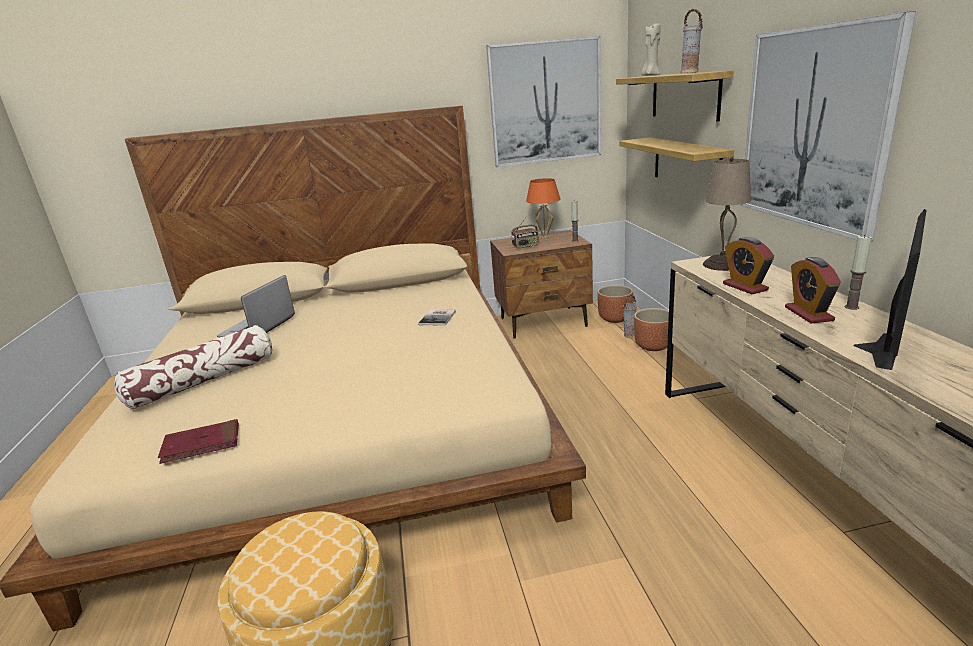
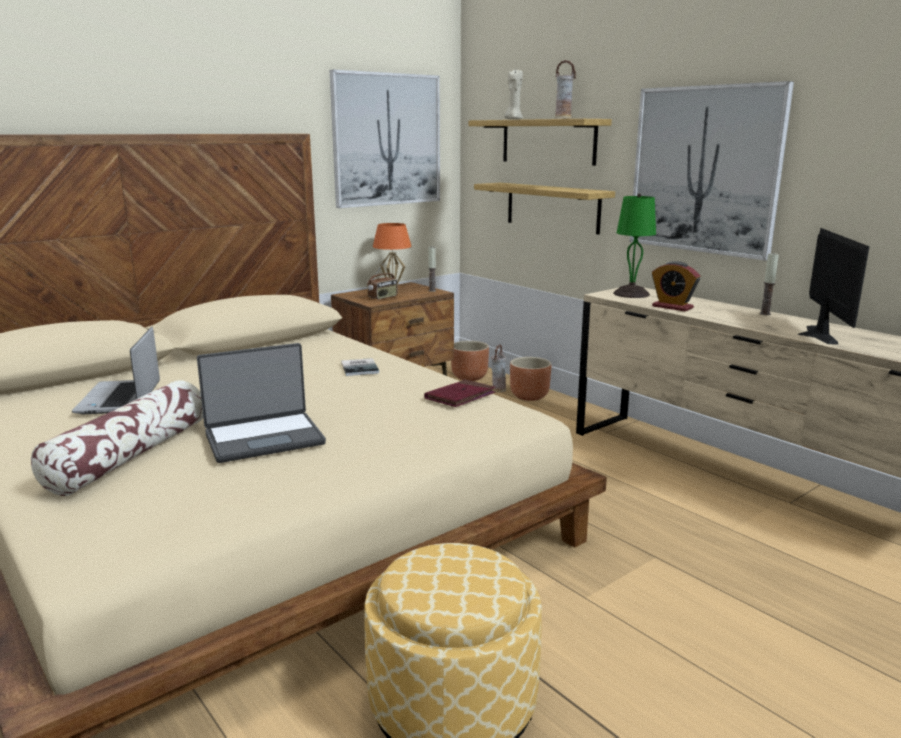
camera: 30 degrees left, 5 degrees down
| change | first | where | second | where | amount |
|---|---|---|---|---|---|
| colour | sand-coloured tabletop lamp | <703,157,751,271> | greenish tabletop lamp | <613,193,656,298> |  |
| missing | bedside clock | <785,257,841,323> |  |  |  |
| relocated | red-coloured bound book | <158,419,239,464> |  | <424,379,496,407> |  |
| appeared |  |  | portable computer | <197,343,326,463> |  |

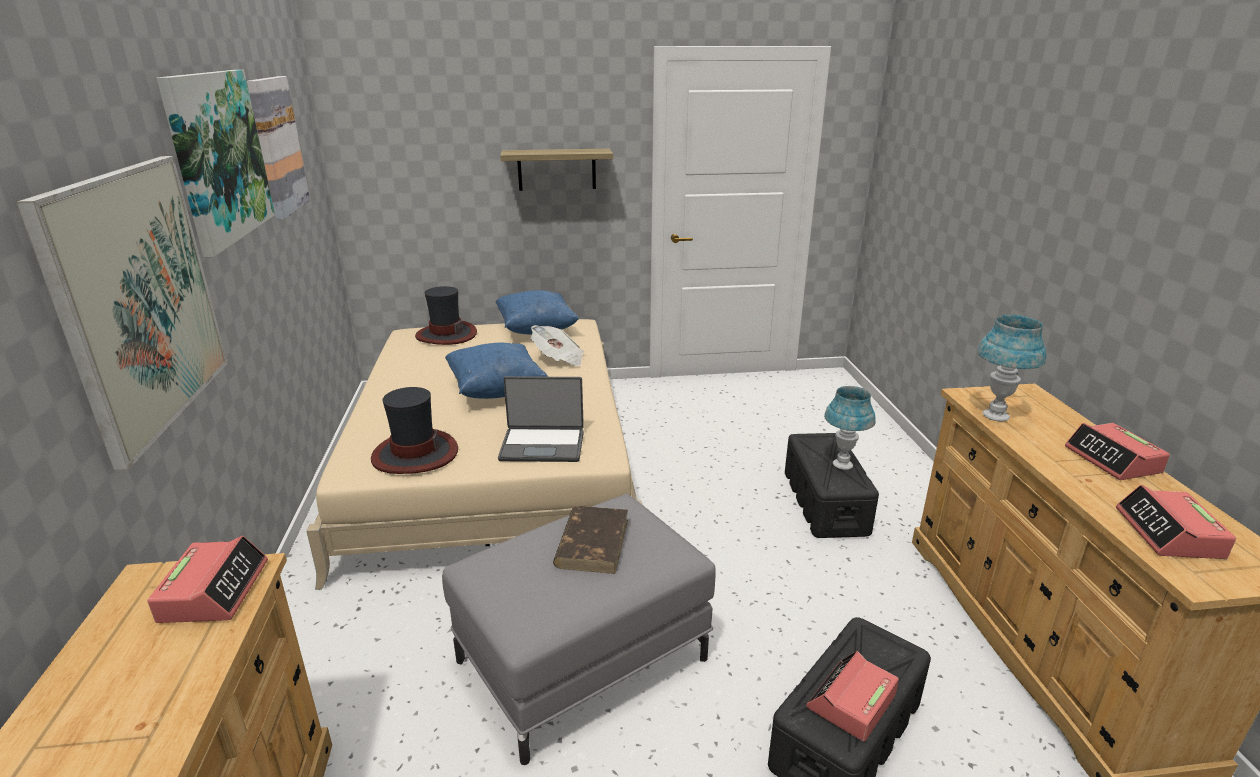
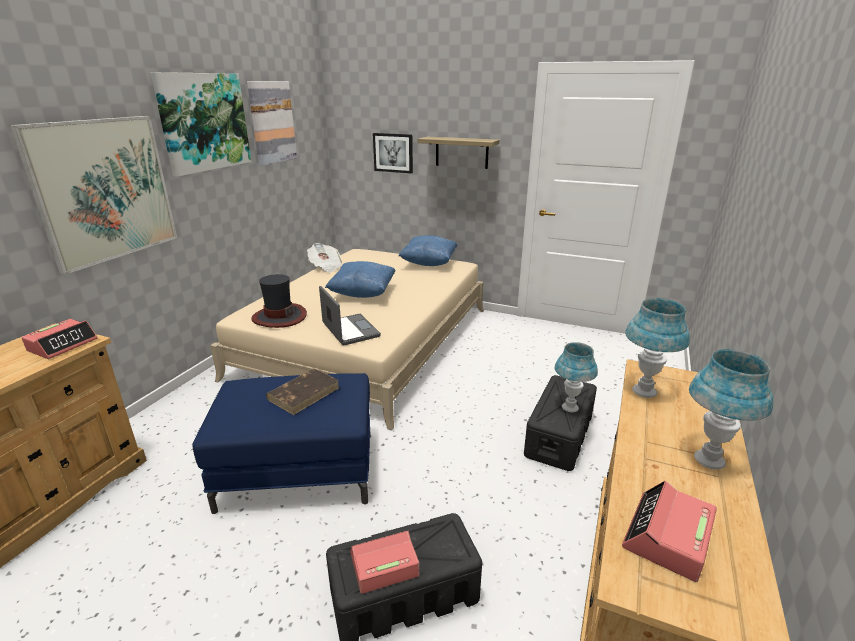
camera: 30 degrees right, 0 degrees up
| change | first | where | second | where | amount |
|---|---|---|---|---|---|
| missing | clothing hat | <415,286,477,345> |  |  |  |
| relocated | daily paper | <530,325,584,367> |  | <307,243,343,273> |  |
| spun | portable computer | <498,376,584,462> |  | <319,286,381,346> | 150 degrees counterclockwise |
| exchanged | bedside clock | <1065,423,1170,480> | blue tabletop lamp | <689,349,773,469> |  |
| colour | gray footrest | <442,494,716,765> | blue footrest | <192,373,371,514> |  |
| appeared |  |  | picture | <373,133,413,173> |  |

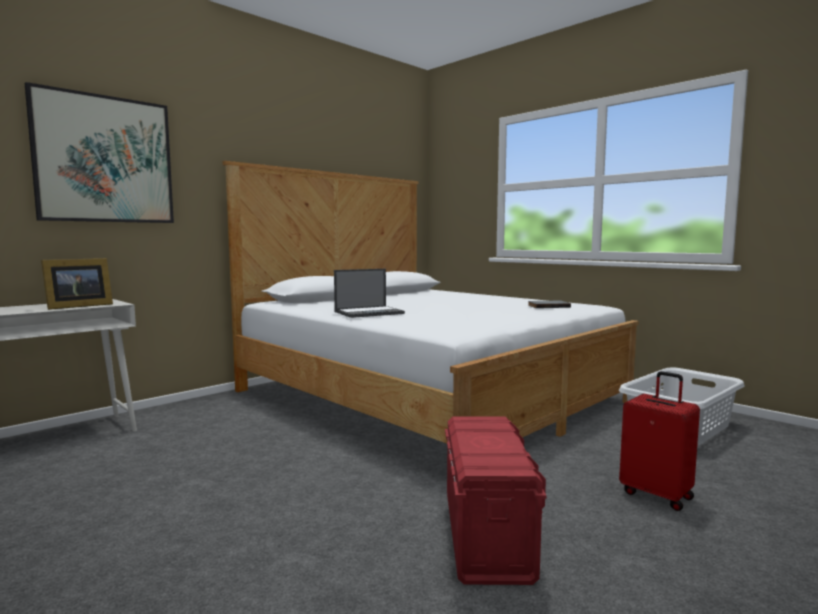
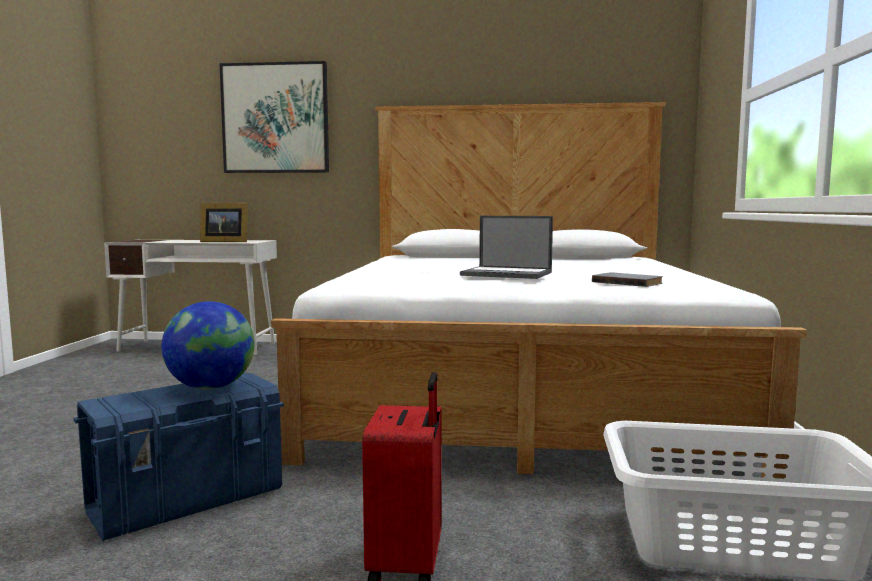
camera: 50 degrees right, 0 degrees up
| change | first | where | second | where | amount |
|---|---|---|---|---|---|
| relocated | portable computer | <334,269,405,318> |  | <460,216,553,279> |  |
| colour | red-coloured storage container | <445,416,546,585> | blue storage container | <73,372,284,541> |  |
| appeared |  |  | globe | <161,301,255,390> |  |

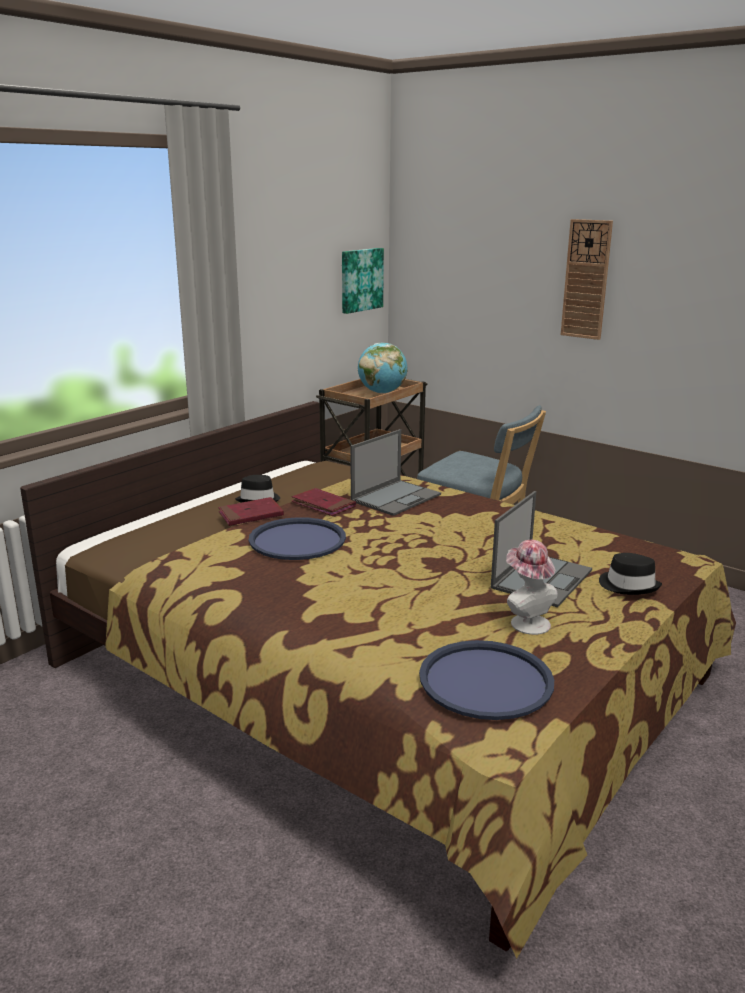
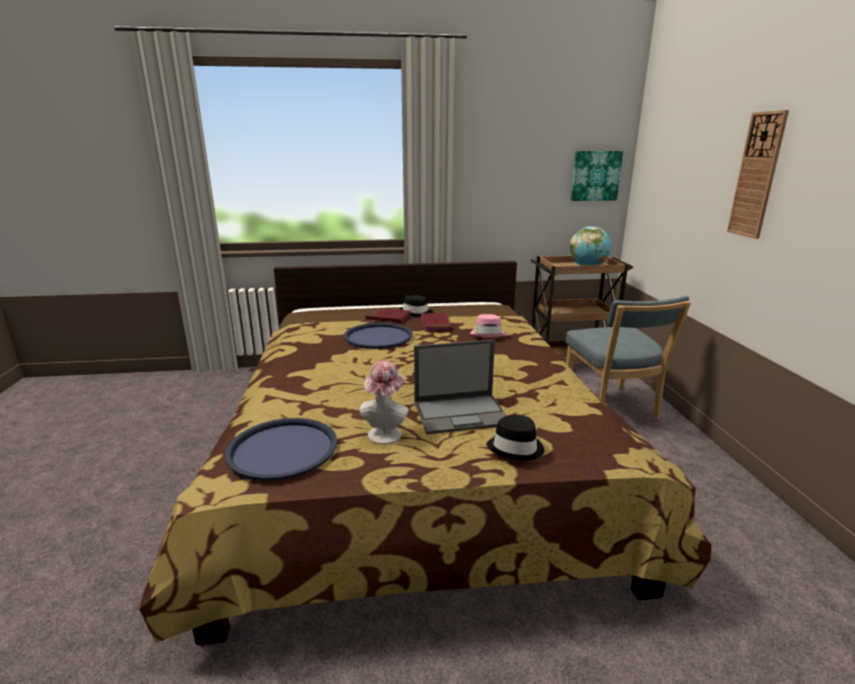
camera: 45 degrees right, 0 degrees up
| change | first | where | second | where | amount |
|---|---|---|---|---|---|
| exchanged | portable computer | <350,429,441,516> | pinkish clothing hat | <470,314,506,337> |  |

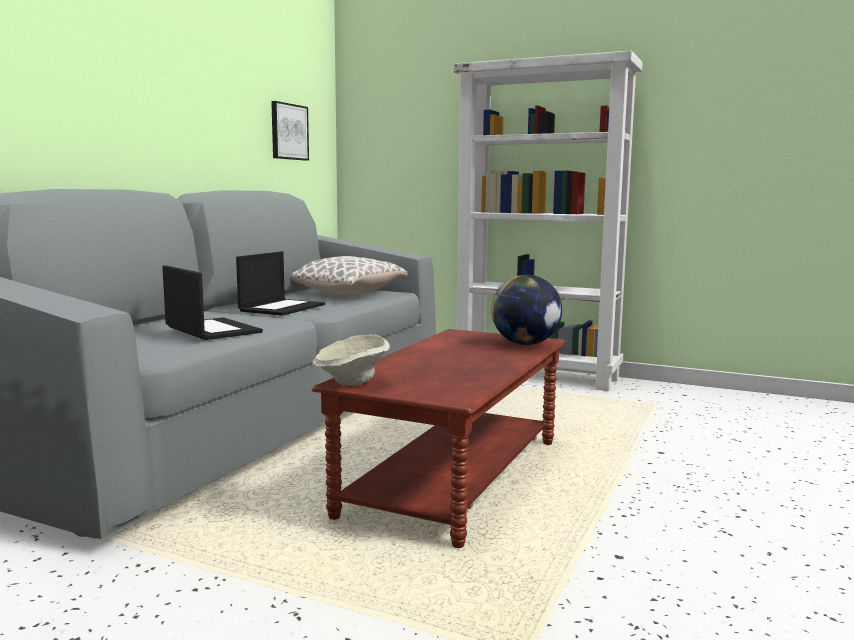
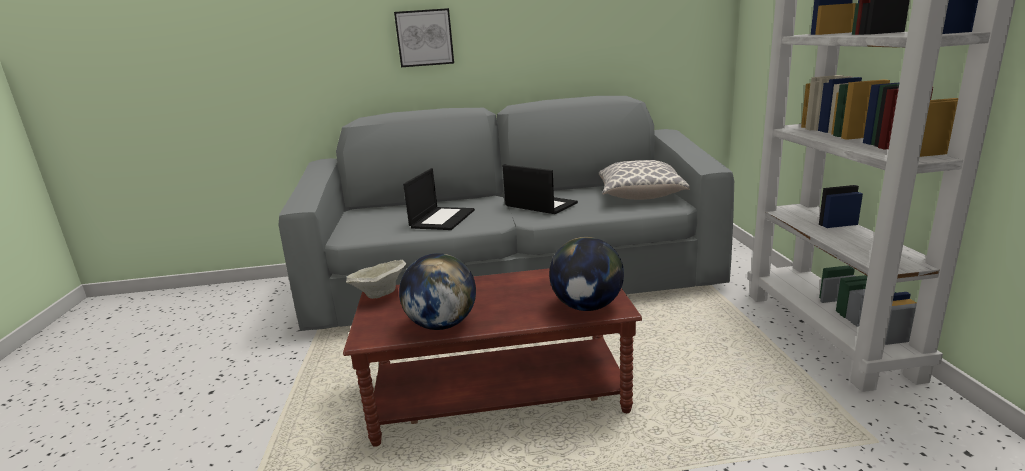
camera: 60 degrees right, 10 degrees up
| change | first | where | second | where | amount |
|---|---|---|---|---|---|
| relocated | picture | <271,101,309,161> |  | <394,8,454,67> |  |
| spun | portable computer | <236,251,325,316> |  | <503,165,578,214> | 135 degrees counterclockwise |
| appeared |  |  | globe | <399,253,476,330> |  |

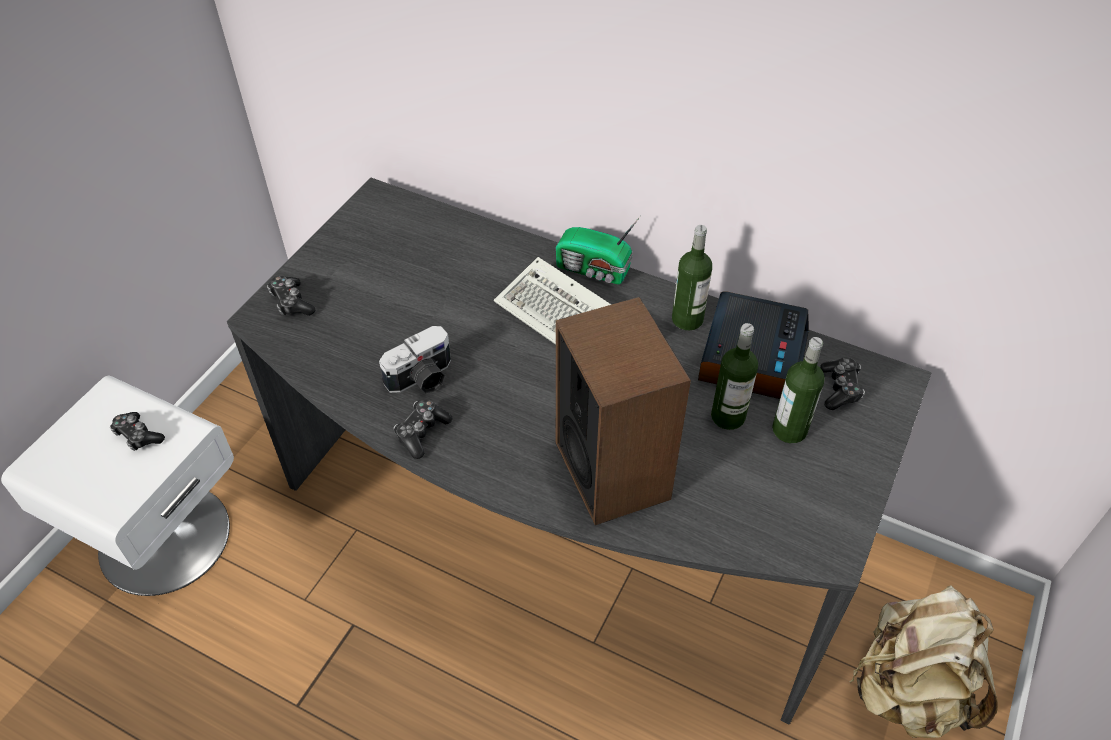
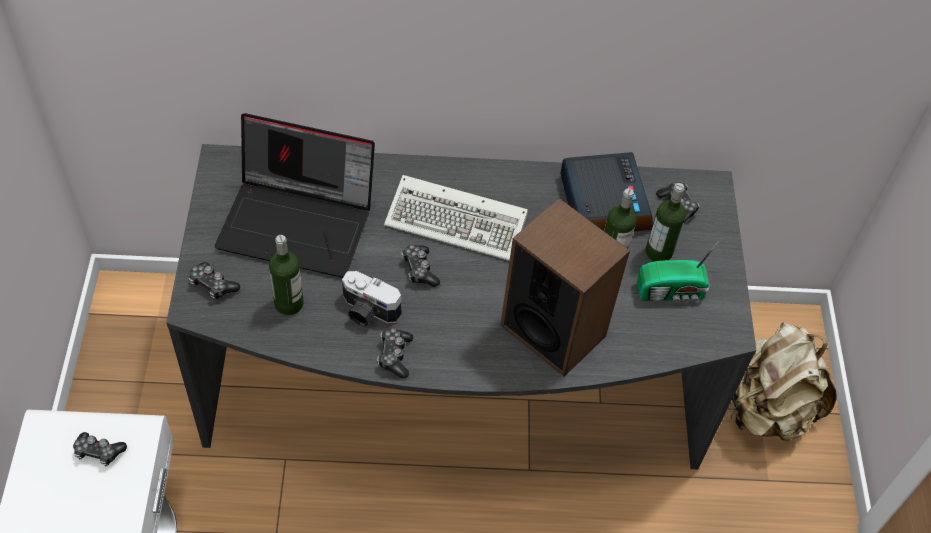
camera: 30 degrees left, 5 degrees up
| change | first | where | second | where | amount |
|---|---|---|---|---|---|
| relocated | radio set | <556,217,640,284> |  | <637,241,719,303> |  |
| relocated | bottle | <672,225,712,330> |  | <269,235,304,315> |  |
| spun | photo camera | <379,326,451,393> |  | <342,271,401,327> | 90 degrees clockwise |
| appeared |  |  | portable computer | <215,113,375,278> |  |
| appeared |  |  | game controller | <401,244,440,287> |  |

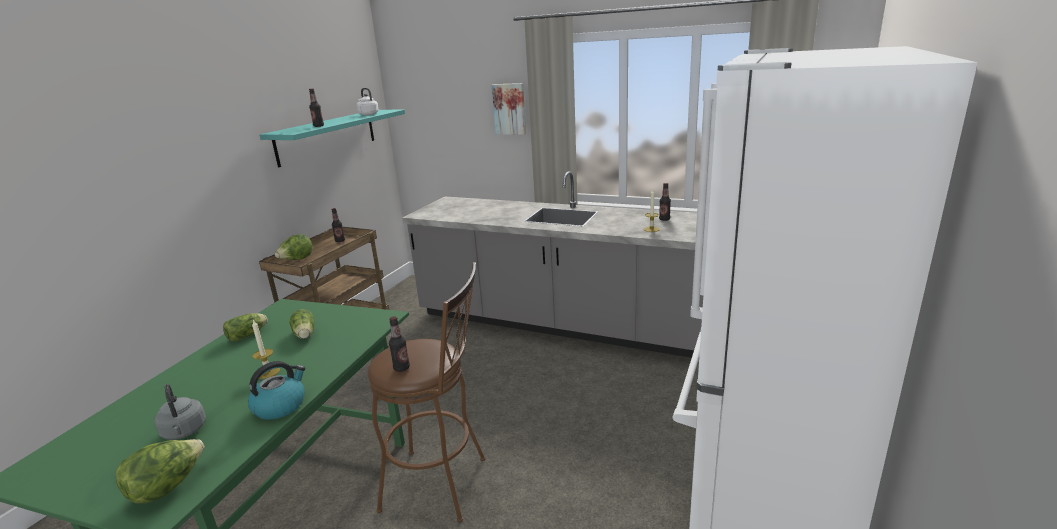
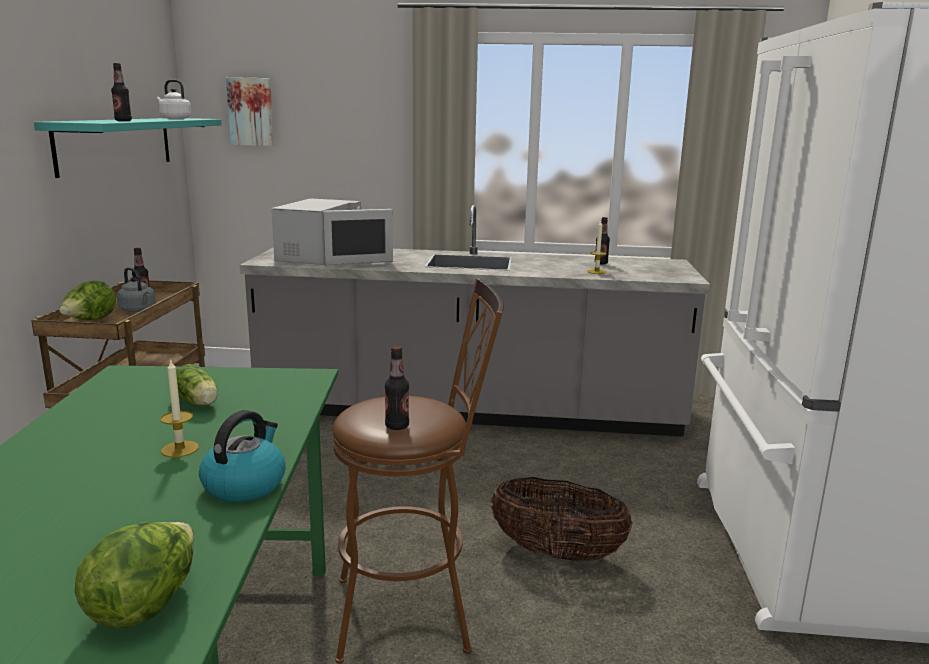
camera: 20 degrees left, 5 degrees down
| change | first | where | second | where | amount |
|---|---|---|---|---|---|
| relocated | picture | <492,83,526,135> |  | <226,77,274,146> |  |
| missing | lettuce head | <223,313,268,341> |  |  |  |
| relocated | gray tea kettle | <154,384,206,440> |  | <117,267,156,312> |  |
| appeared |  |  | white-coloured microwave oven | <271,198,393,265> |  |
| appeared |  |  | basket | <491,477,633,561> |  |

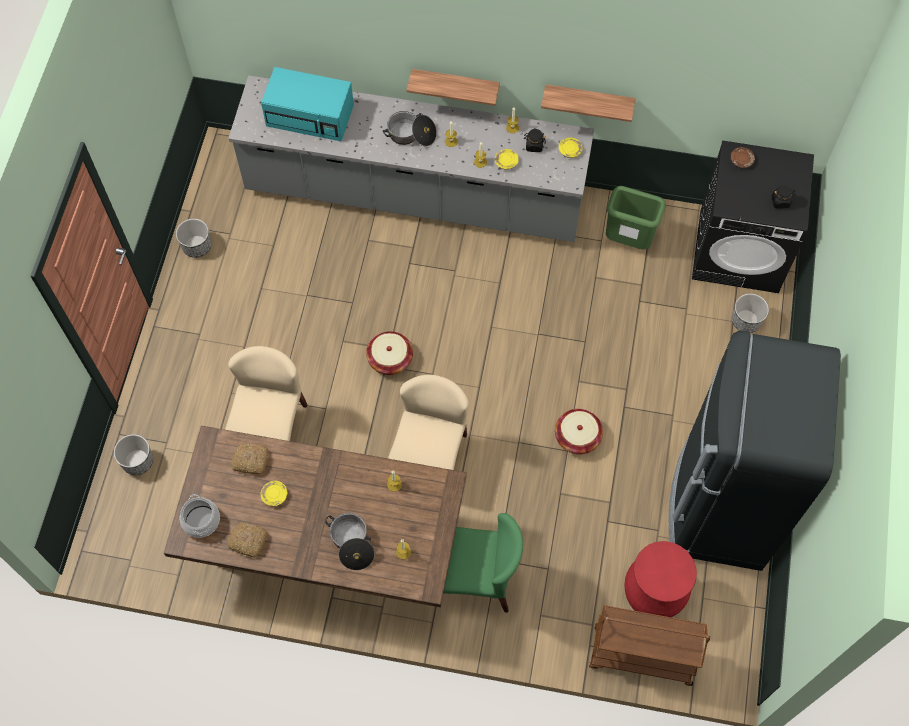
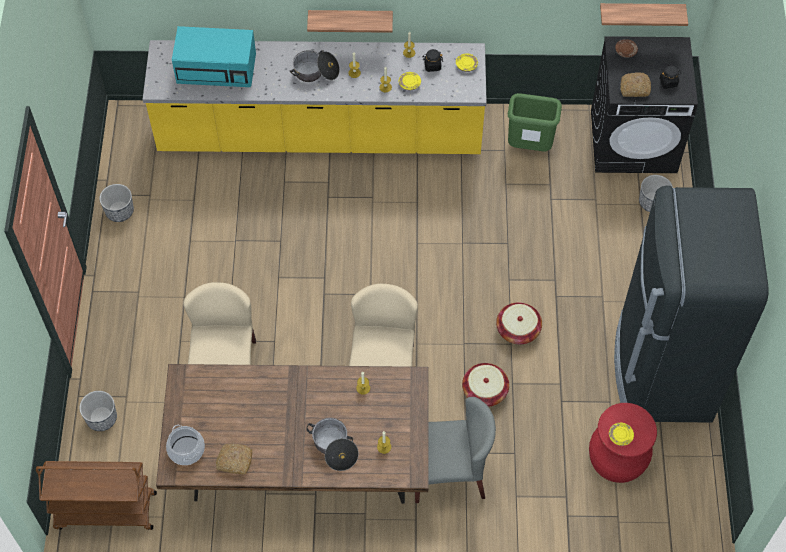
camera: 10 degrees left, 5 degrees down
| change | first | where | second | where | amount |
|---|---|---|---|---|---|
| colour | gray kitchen base unit | <228,75,594,242> | yellow kitchen base unit | <143,40,487,154> |  |
| relocated | wall shelf | <541,84,635,122> |  | <600,3,688,26> |  |
| relocated | basket | <366,331,413,375> |  | <462,363,509,407> |  |
| relocated | bread | <231,443,268,475> |  | <620,72,651,97> |  |
| relocated | yellow flat dish | <261,481,287,506> |  | <609,423,634,446> |  |
| colour | greenish plain chair | <444,513,523,613> | gray plain chair | <415,397,496,503> |  |
| relocated | brownish cart | <589,605,710,686> |  | <36,461,157,530> |  |

